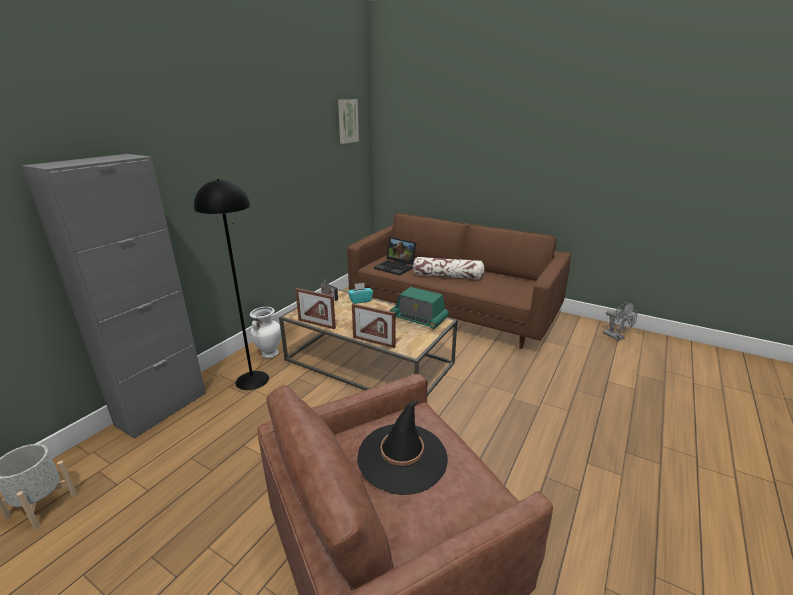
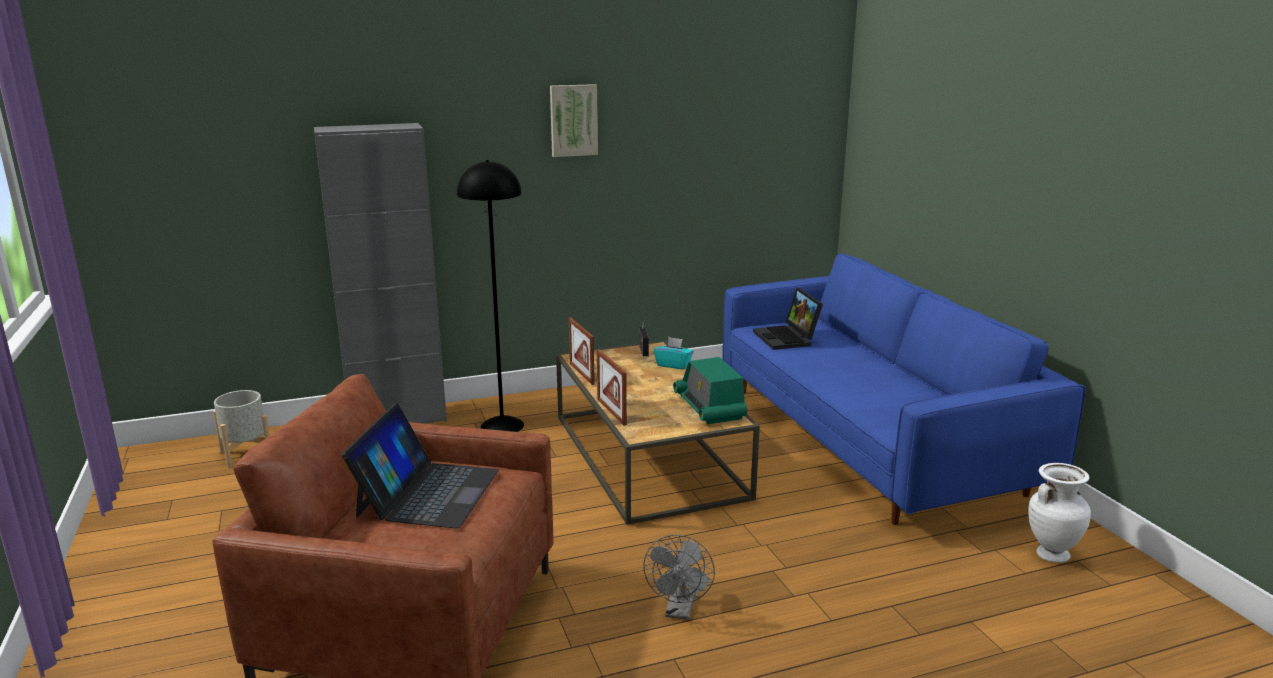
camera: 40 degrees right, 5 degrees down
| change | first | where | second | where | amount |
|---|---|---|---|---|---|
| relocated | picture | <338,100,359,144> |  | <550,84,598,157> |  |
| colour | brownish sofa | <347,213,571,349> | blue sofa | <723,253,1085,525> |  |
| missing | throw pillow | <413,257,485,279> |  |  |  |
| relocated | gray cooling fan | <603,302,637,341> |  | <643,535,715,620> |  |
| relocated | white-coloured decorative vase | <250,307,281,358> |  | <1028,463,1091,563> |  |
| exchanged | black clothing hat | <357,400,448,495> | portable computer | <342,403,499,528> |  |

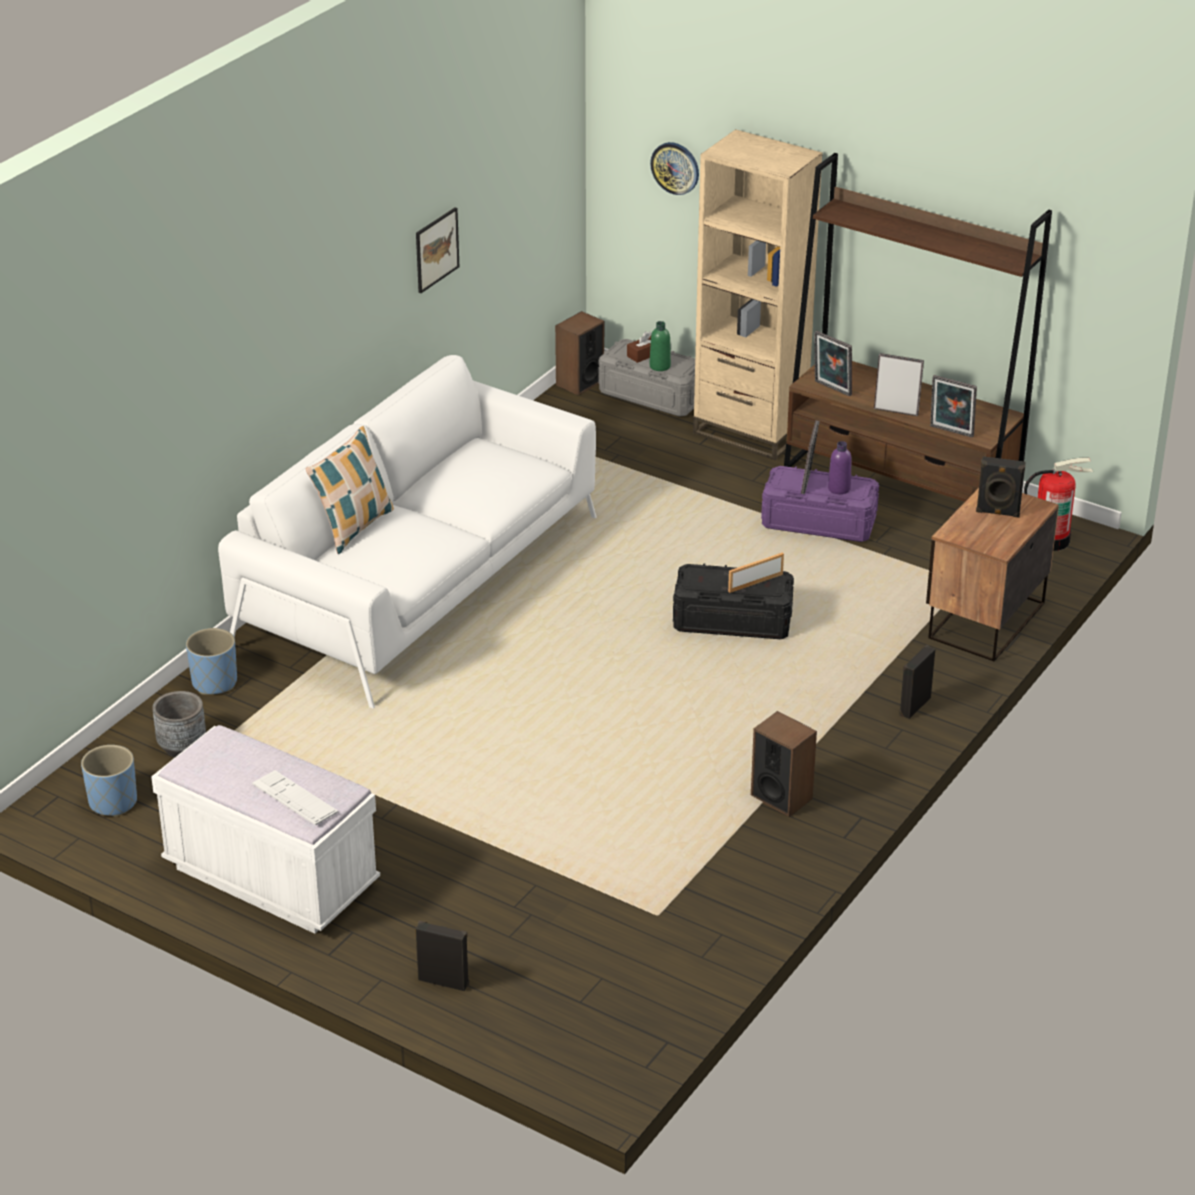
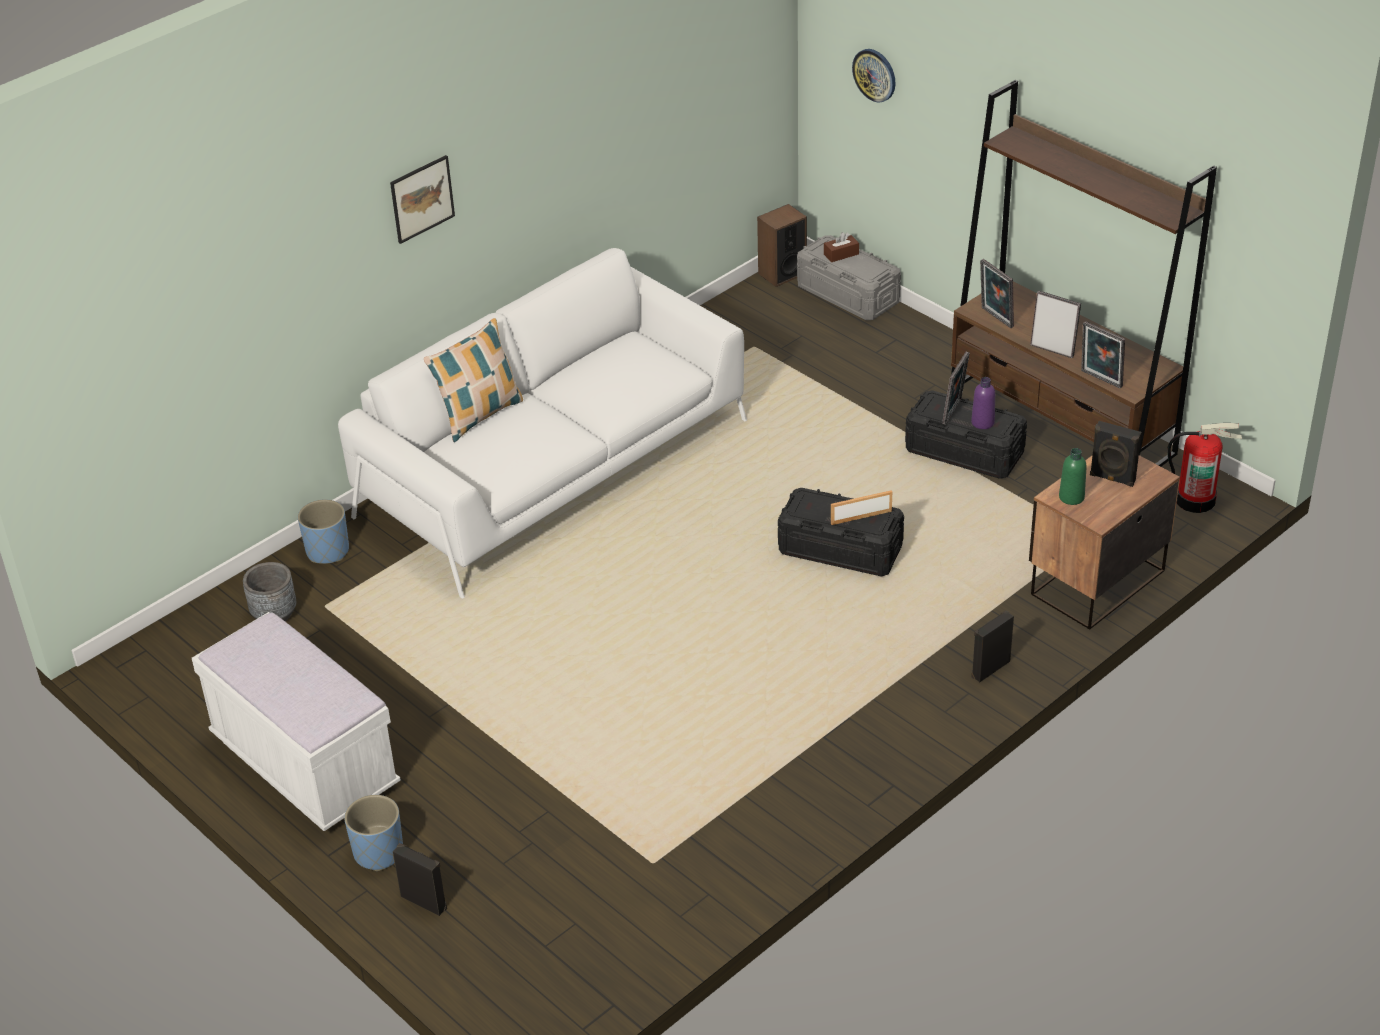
camera: 15 degrees right, 5 degrees up
| change | first | where | second | where | amount |
|---|---|---|---|---|---|
| missing | sand-coloured bookcase | <693,129,823,460> |  |  |  |
| relocated | picture | <416,208,459,293> |  | <390,155,455,244> |  |
| relocated | greenish bottle | <649,321,671,371> |  | <1059,448,1087,505> |  |
| colour | purple-coloured storage container | <761,466,879,542> | black storage container | <905,391,1027,479> |  |
| missing | speaker | <751,711,817,817> |  |  |  |
| relocated | blue flower pot | <81,745,137,817> |  | <344,795,403,871> |  |
| missing | computer keyboard | <252,770,338,825> |  |  |  |

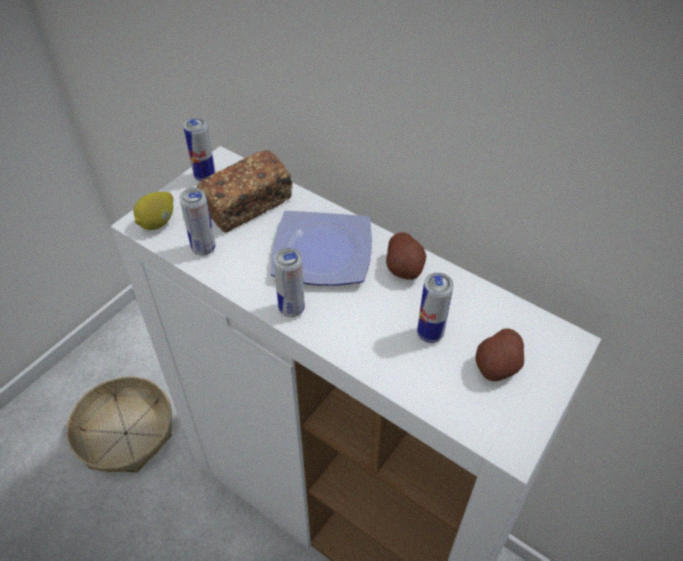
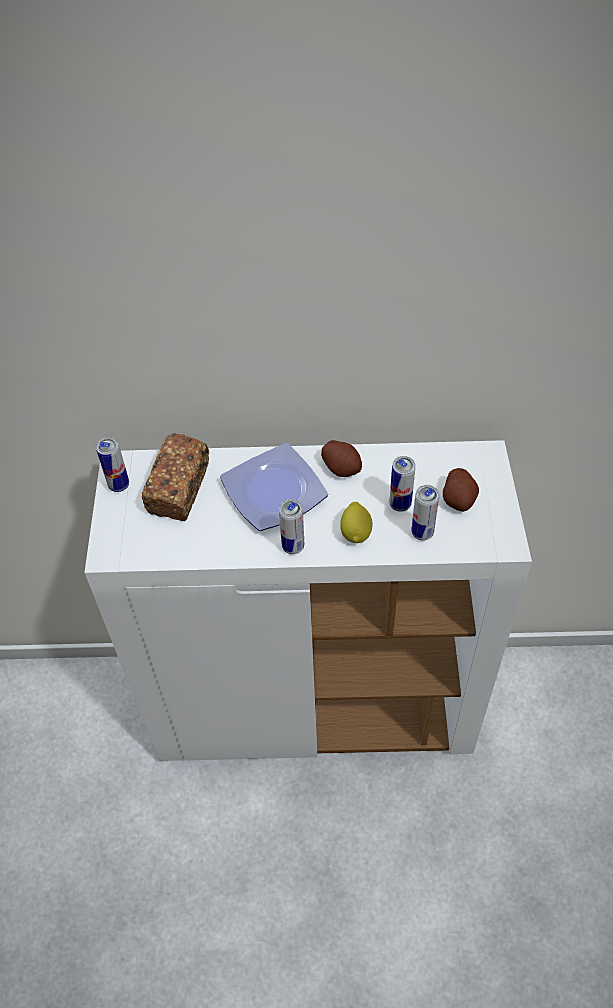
camera: 35 degrees left, 5 degrees up
| change | first | where | second | where | amount |
|---|---|---|---|---|---|
| relocated | can | <179,188,216,256> |  | <411,485,439,541> |  |
| relocated | lemon | <133,192,173,230> |  | <340,502,373,543> |  |
| missing | basket | <66,376,172,473> |  |  |  |

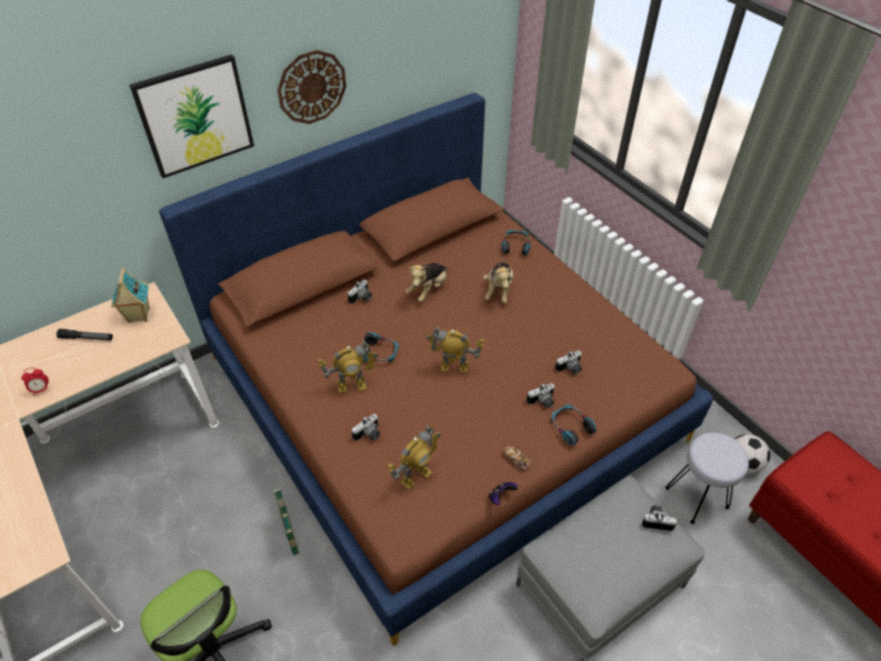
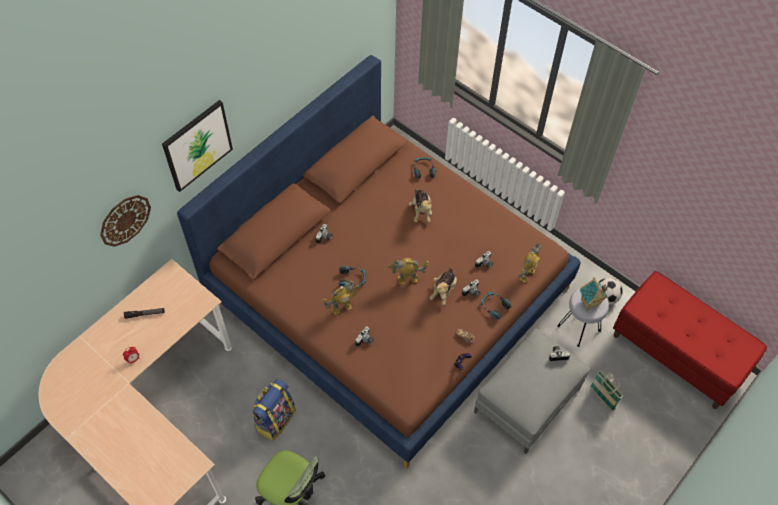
camera: 15 degrees left, 10 degrees up
| change | first | where | second | where | amount |
|---|---|---|---|---|---|
| relocated | clock on the wall | <277,50,346,124> |  | <100,195,151,247> |  |
| relocated | soft toy | <406,263,448,302> |  | <430,267,457,306> |  |
| relocated | model house | <111,268,150,323> |  | <580,277,608,310> |  |
| relocated | robot figure | <387,425,441,490> |  | <518,243,542,283> |  |
| relocated | basket | <274,489,299,556> |  | <590,370,623,411> |  |
| appeared |  |  | backpack | <251,379,295,441> |  |

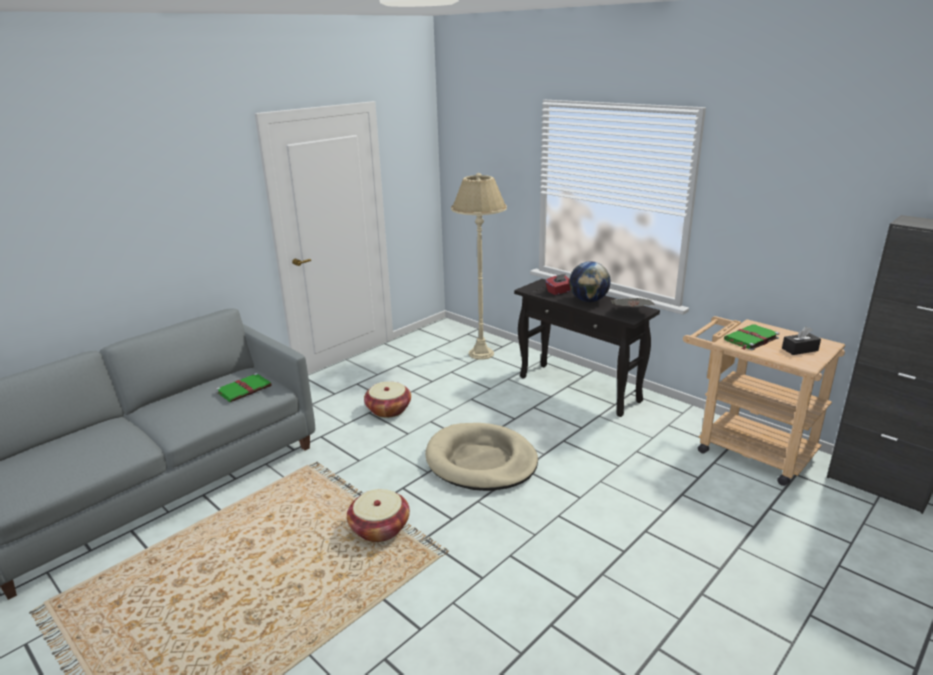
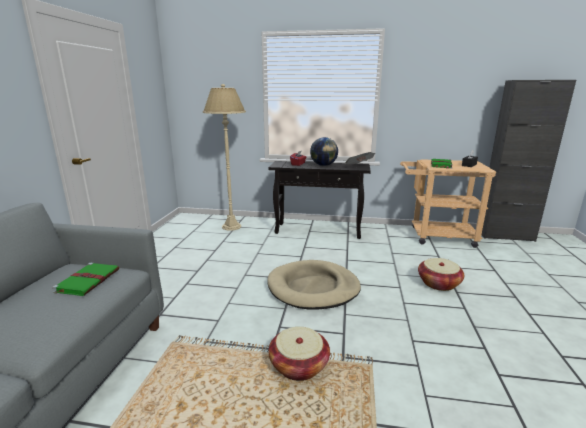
camera: 35 degrees left, 5 degrees down
| change | first | where | second | where | amount |
|---|---|---|---|---|---|
| relocated | basket | <364,382,411,418> |  | <418,258,464,291> |  |

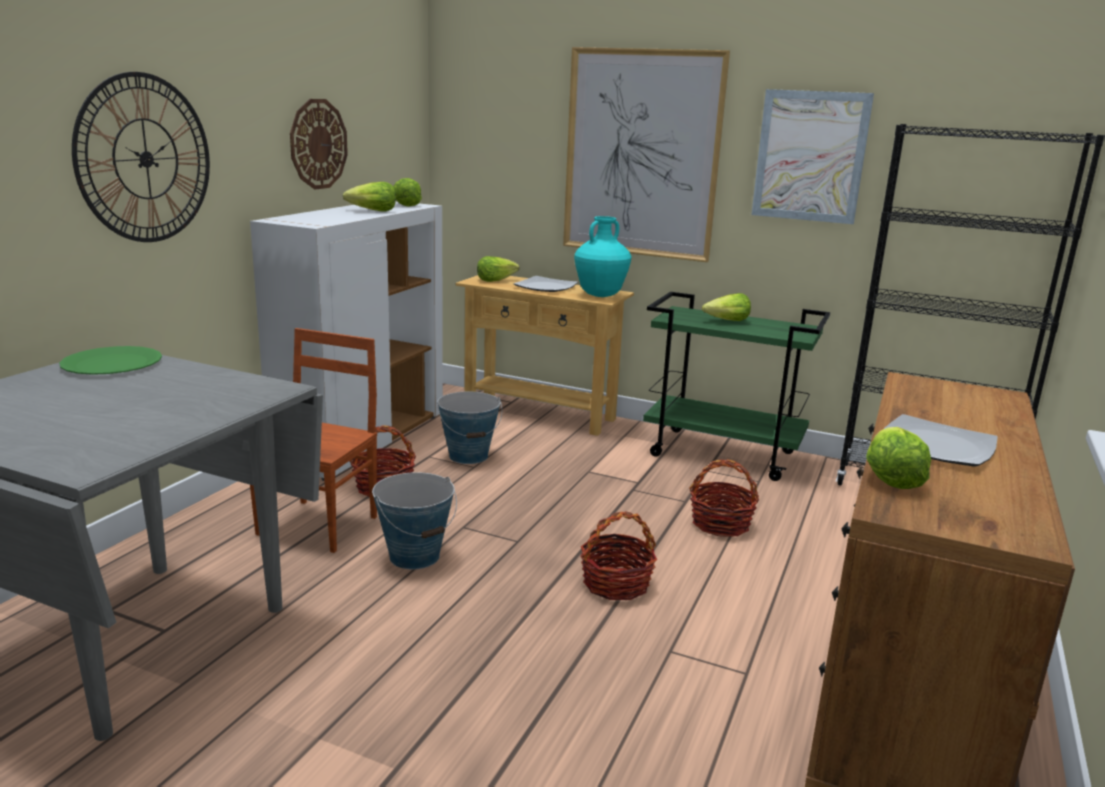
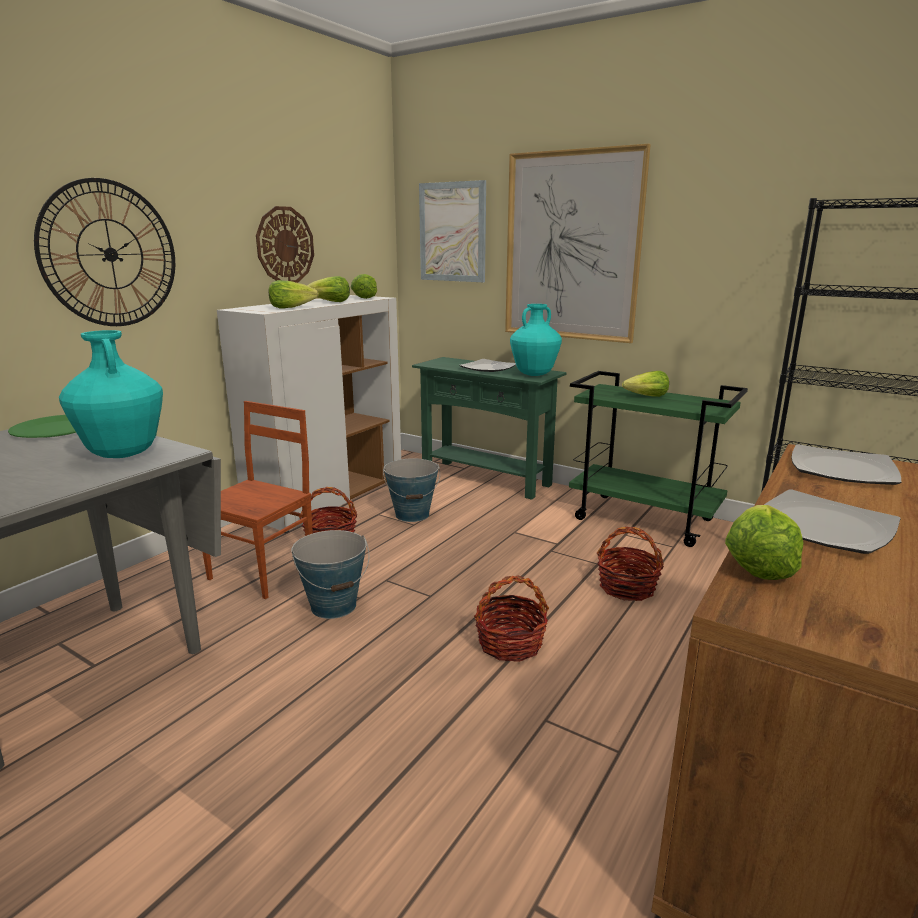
camera: 10 degrees right, 0 degrees up
| change | first | where | second | where | amount |
|---|---|---|---|---|---|
| relocated | picture | <751,89,874,224> |  | <419,180,486,282> |  |
| relocated | lettuce head | <477,256,519,282> |  | <268,280,319,309> |  |
| colour | sand-coloured hall table | <456,275,634,436> | greenish hall table | <412,357,567,500> |  |
| appeared |  |  | turquoise decorative vase | <59,330,163,458> |  |
| appeared |  |  | flat dish | <791,444,901,485> |  |

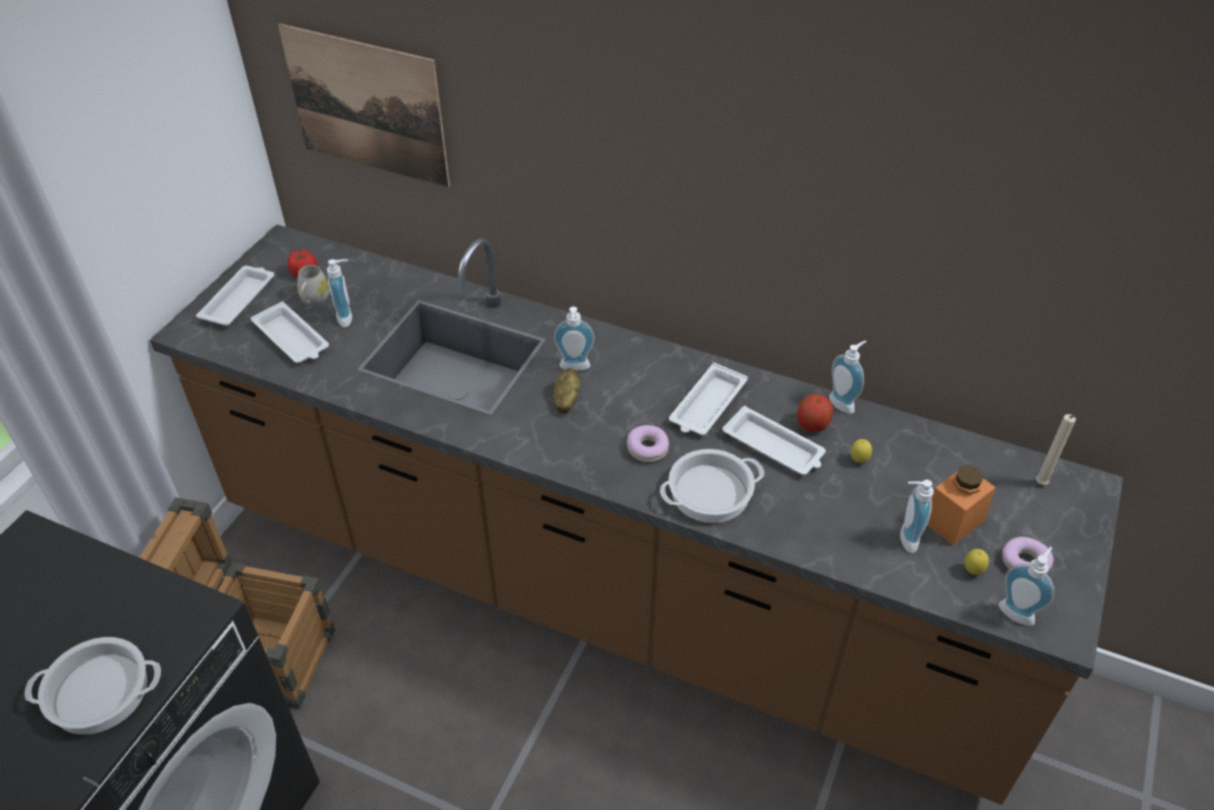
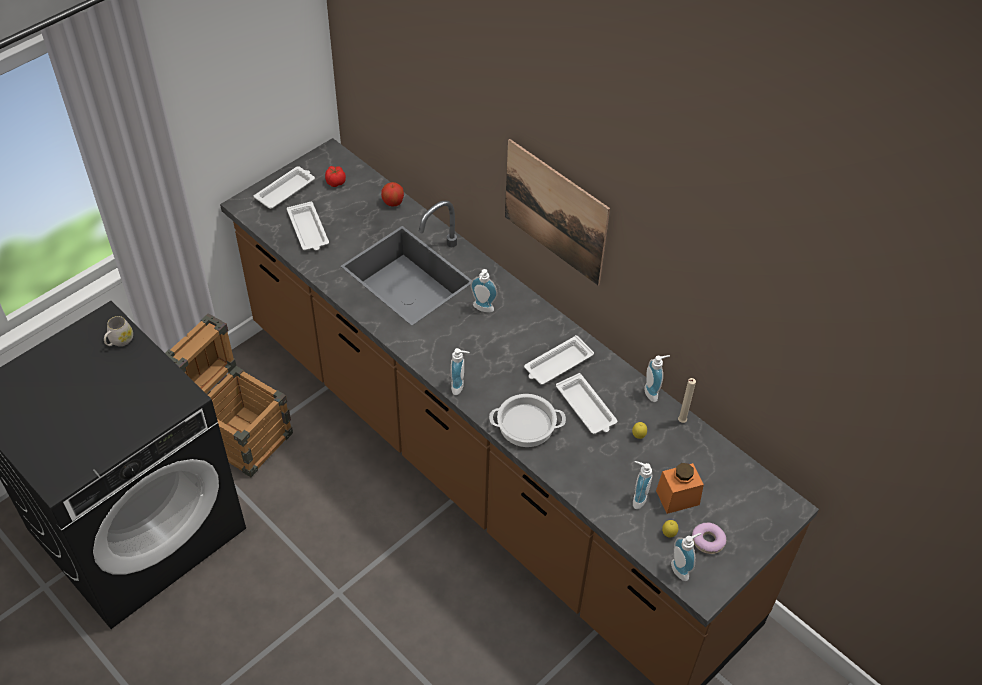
camera: 20 degrees right, 5 degrees up
| change | first | where | second | where | amount |
|---|---|---|---|---|---|
| relocated | picture | <278,23,450,187> |  | <505,139,610,285> |  |
| relocated | soap bottle | <327,259,352,327> |  | <451,348,470,395> |  |
| relocated | white-coloured tea mug | <297,265,330,304> |  | <104,316,133,346> |  |
| missing | potato | <554,368,580,413> |  |  |  |
| relocated | whole apple | <797,394,833,432> |  | <381,182,404,206> |  |
| relocated | sand-coloured wax candle | <1036,414,1076,485> |  | <678,378,696,423> |  |
| missing | donut | <627,425,669,462> |  |  |  |
| missing | stockpot | <24,637,161,735> |  |  |  |

